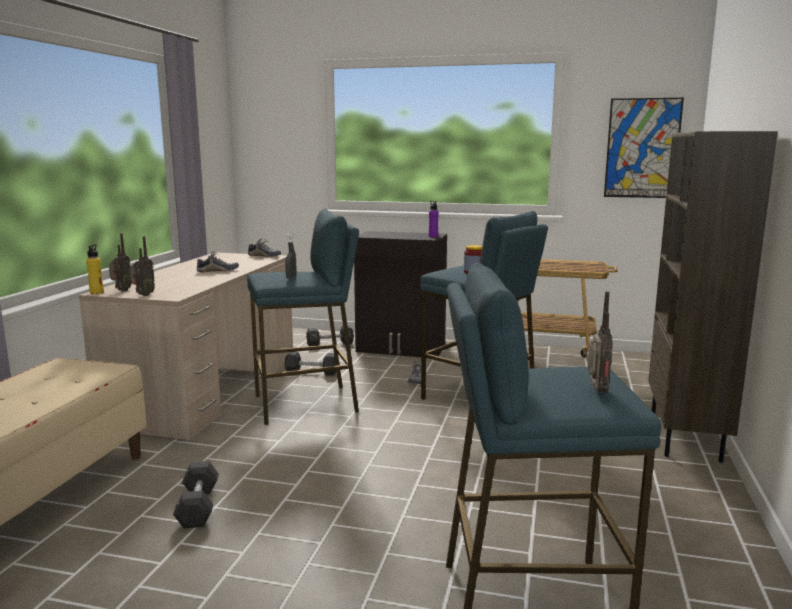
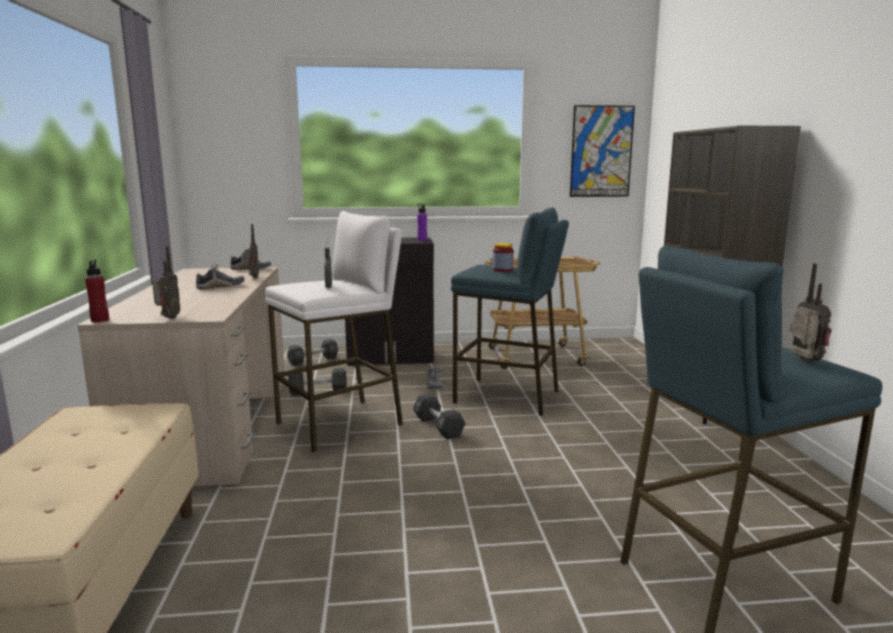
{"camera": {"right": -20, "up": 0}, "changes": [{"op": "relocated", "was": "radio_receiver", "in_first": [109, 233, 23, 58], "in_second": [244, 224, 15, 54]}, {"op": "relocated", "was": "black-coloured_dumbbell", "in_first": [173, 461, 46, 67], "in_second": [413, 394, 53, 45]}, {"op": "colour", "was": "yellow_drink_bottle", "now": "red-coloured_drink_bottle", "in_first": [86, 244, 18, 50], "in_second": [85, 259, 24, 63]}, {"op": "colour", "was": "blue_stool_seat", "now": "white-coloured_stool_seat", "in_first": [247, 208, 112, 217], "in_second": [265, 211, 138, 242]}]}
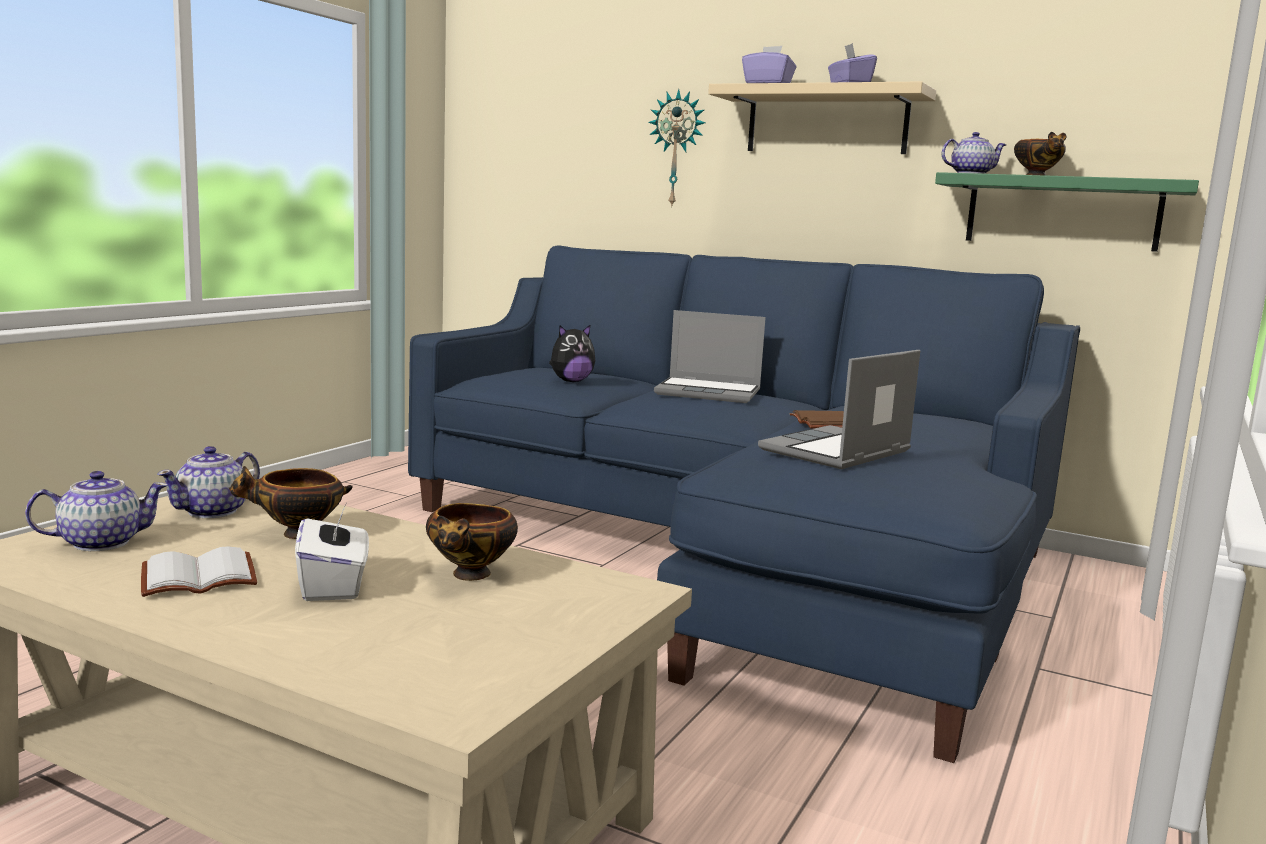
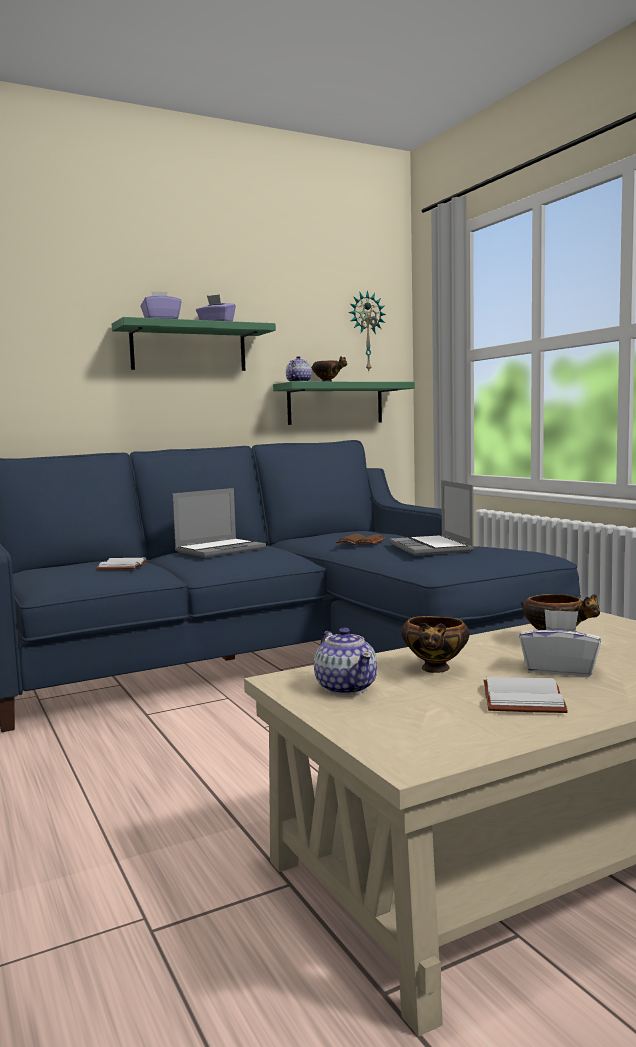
{"camera": {"right": -55, "up": -5}, "changes": [{"op": "missing", "was": "tea_pot", "in_first": [25, 471, 143, 80]}, {"op": "relocated", "was": "wall_clock", "in_first": [648, 89, 57, 119], "in_second": [348, 290, 38, 81]}, {"op": "exchanged", "was": "soft_toy", "now": "white-coloured_volume", "in_first": [549, 324, 46, 58], "in_second": [96, 558, 52, 12]}, {"op": "colour", "was": "sand-coloured_wall_shelf", "now": "green_wall_shelf", "in_first": [708, 81, 228, 73], "in_second": [112, 317, 164, 54]}]}
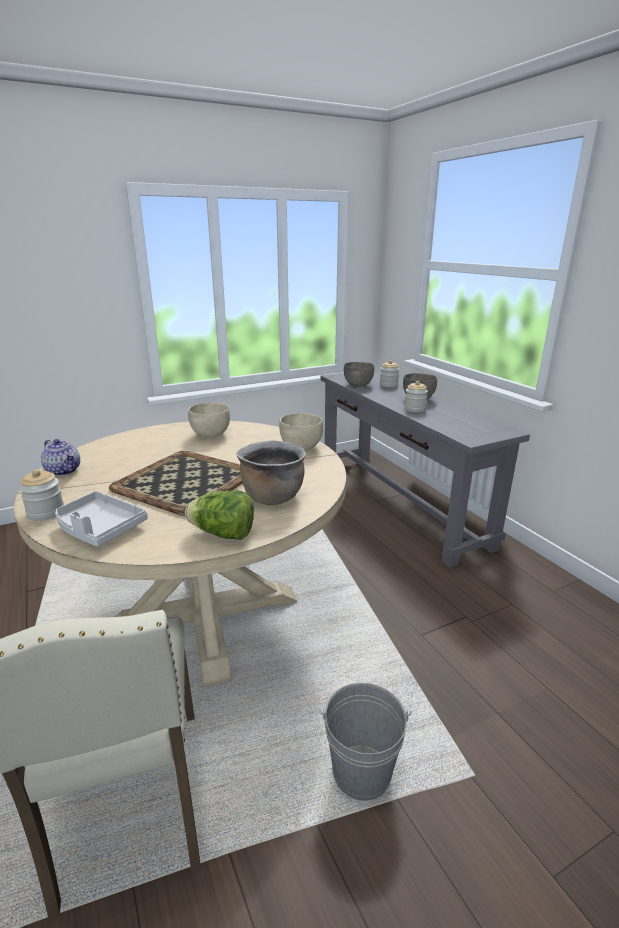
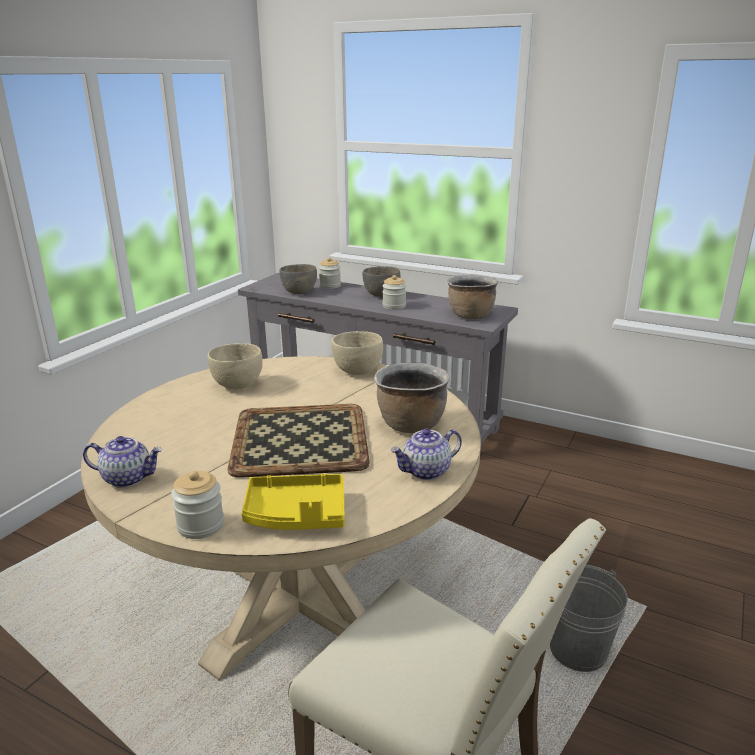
{"camera": {"right": -35, "up": 0}, "changes": [{"op": "appeared", "now": "brown_cooking_pot", "in_second": [447, 275, 51, 44]}, {"op": "exchanged", "was": "lettuce", "now": "tea_pot", "in_first": [185, 490, 69, 50], "in_second": [391, 429, 71, 51]}, {"op": "colour", "was": "gray_tray", "now": "yellow_tray", "in_first": [55, 491, 93, 56], "in_second": [242, 474, 102, 56]}]}
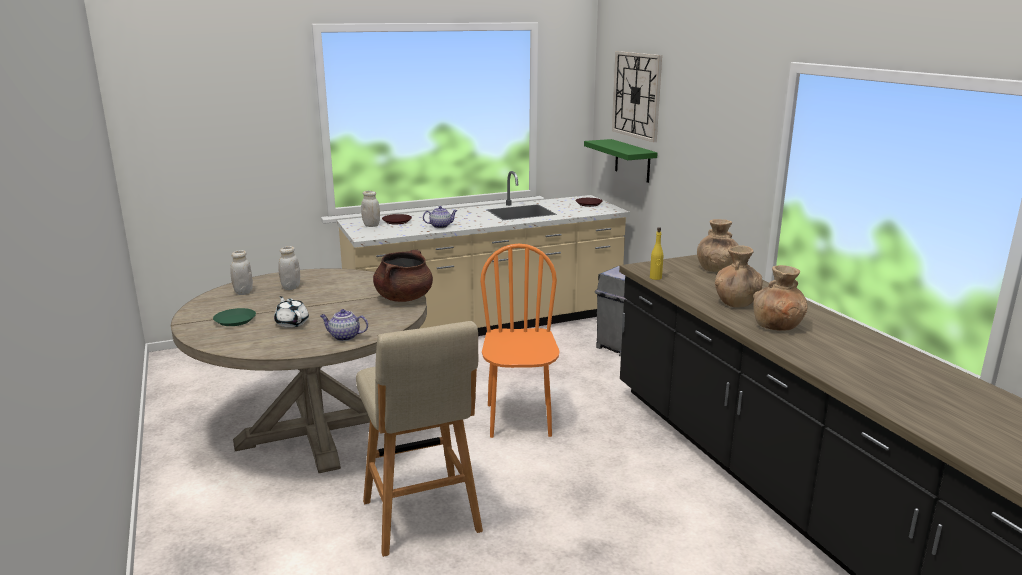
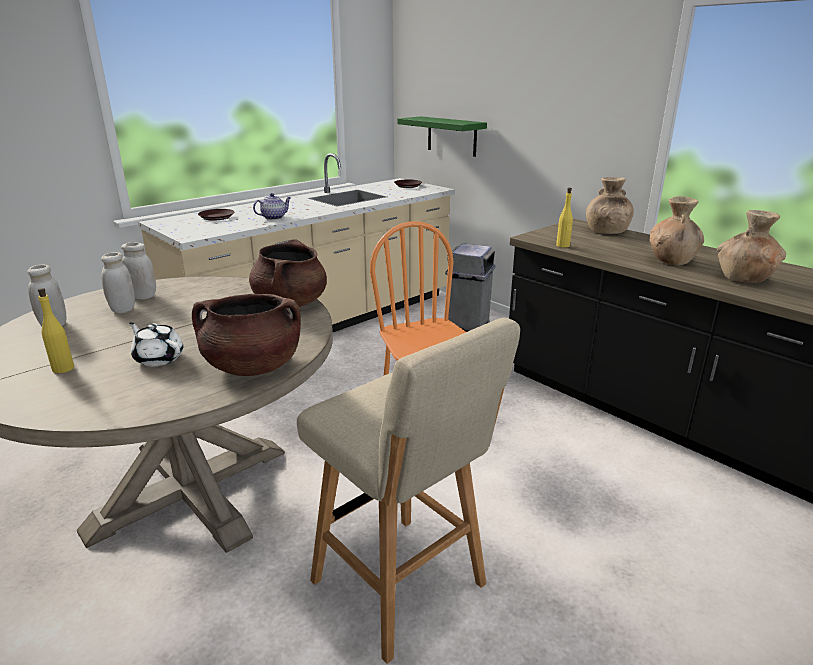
{"camera": {"right": -20, "up": 5}, "changes": [{"op": "missing", "was": "wall_clock", "in_first": [612, 51, 50, 91]}, {"op": "relocated", "was": "white-coloured_jar", "in_first": [361, 191, 19, 36], "in_second": [121, 242, 35, 57]}, {"op": "exchanged", "was": "green_dinner_plate", "now": "yellow_drink_bottle", "in_first": [213, 308, 43, 18], "in_second": [38, 288, 36, 85]}, {"op": "exchanged", "was": "tea_pot", "now": "brown_cooking_pot", "in_first": [320, 309, 48, 32], "in_second": [192, 294, 109, 82]}]}
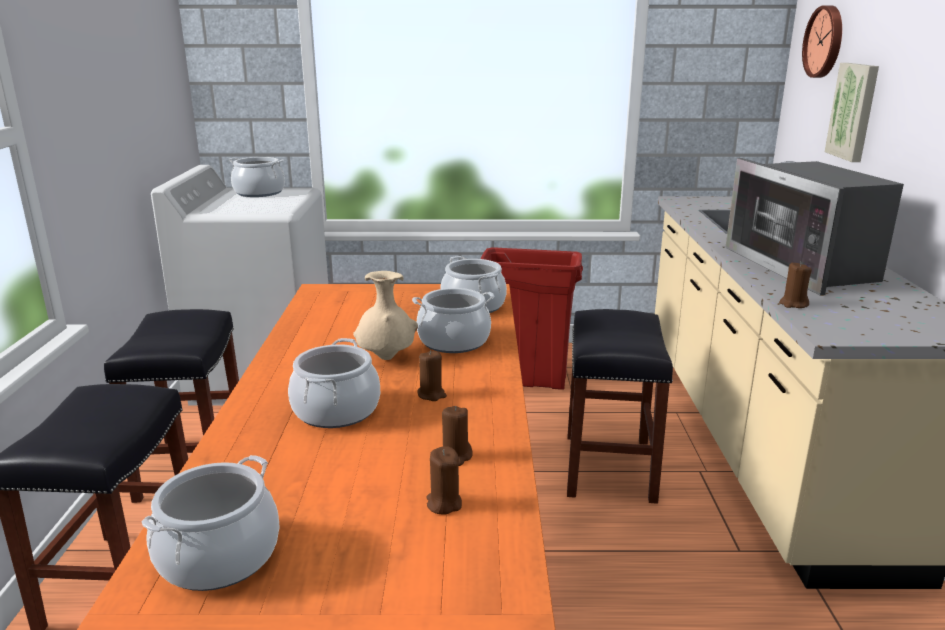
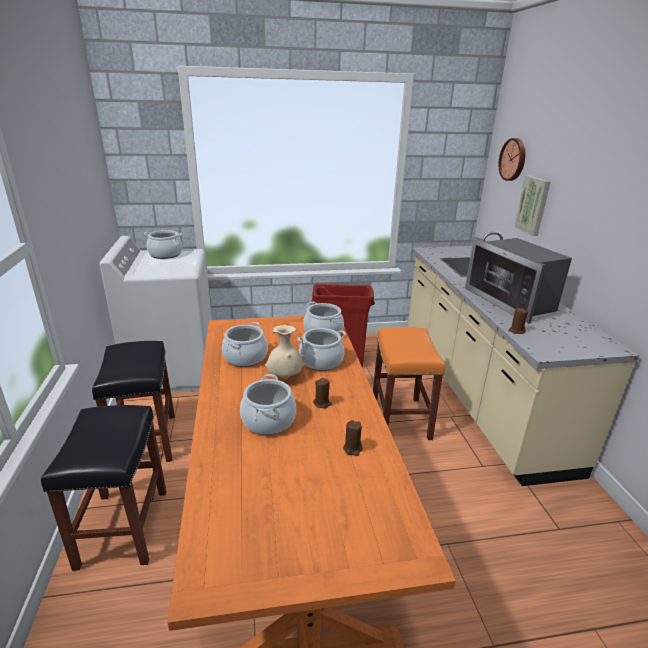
{"camera": {"right": -10, "up": 5}, "changes": [{"op": "missing", "was": "brown_candle", "in_first": [427, 446, 35, 69]}, {"op": "relocated", "was": "cooking_pot", "in_first": [142, 455, 138, 136], "in_second": [222, 322, 46, 45]}, {"op": "colour", "was": "black-coloured_stool_seat", "now": "orange-coloured_stool_seat", "in_first": [567, 309, 106, 195], "in_second": [373, 327, 72, 113]}]}
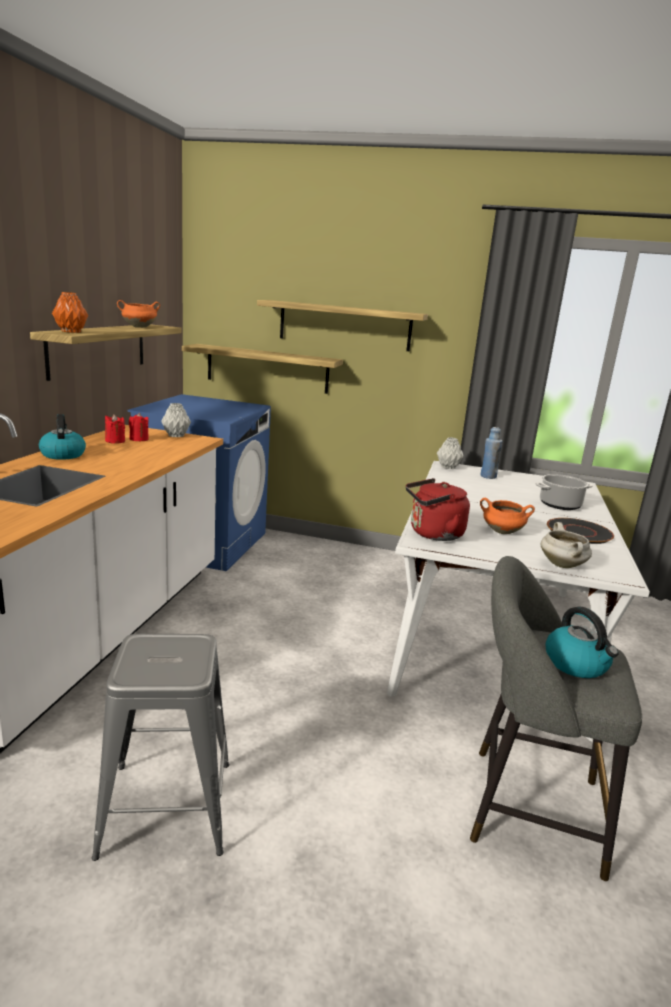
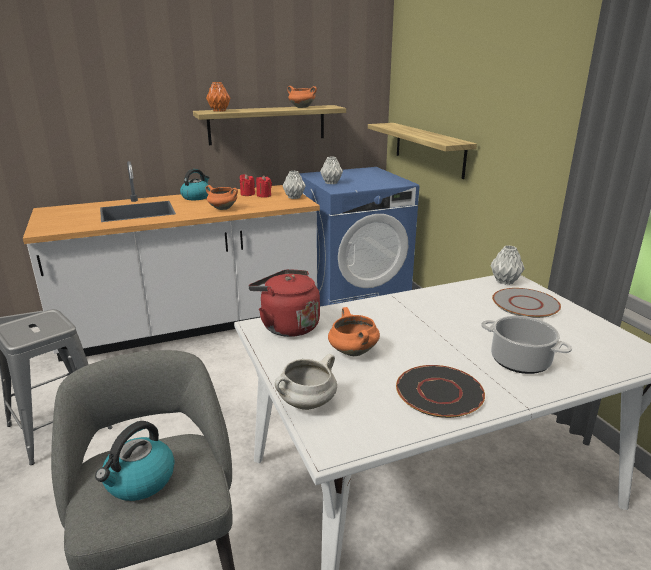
{"camera": {"right": 55, "up": 5}, "changes": [{"op": "missing", "was": "wall_shelf", "in_first": [257, 300, 171, 51]}, {"op": "appeared", "now": "orange-coloured_cooking_pot", "in_second": [206, 185, 32, 25]}, {"op": "appeared", "now": "gray_flower_vase", "in_second": [320, 156, 23, 28]}, {"op": "exchanged", "was": "blue_drink_bottle", "now": "gray_dinner_plate", "in_first": [480, 427, 23, 52], "in_second": [492, 288, 69, 30]}]}
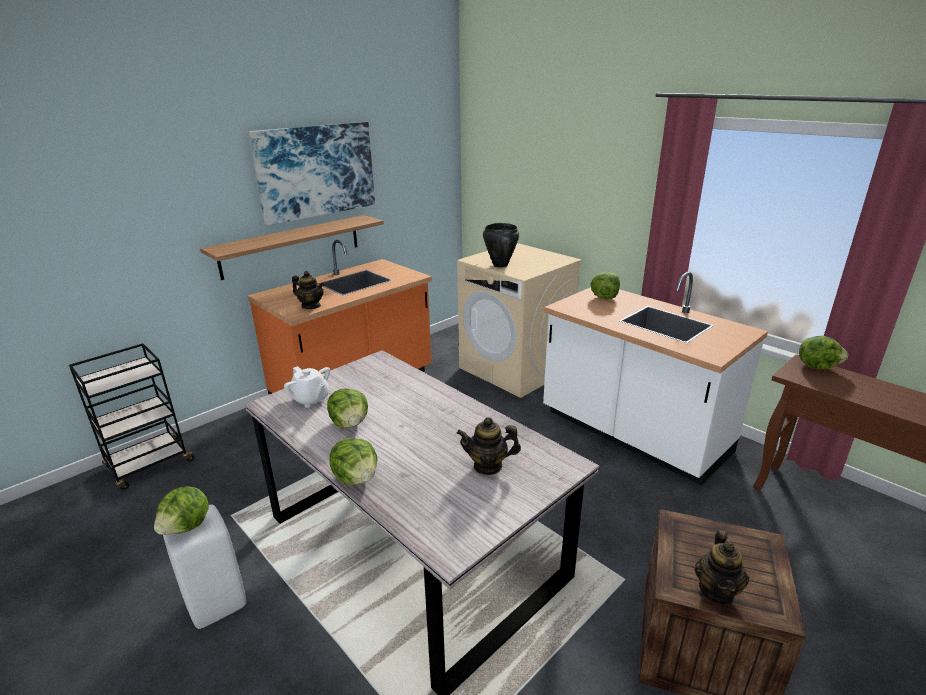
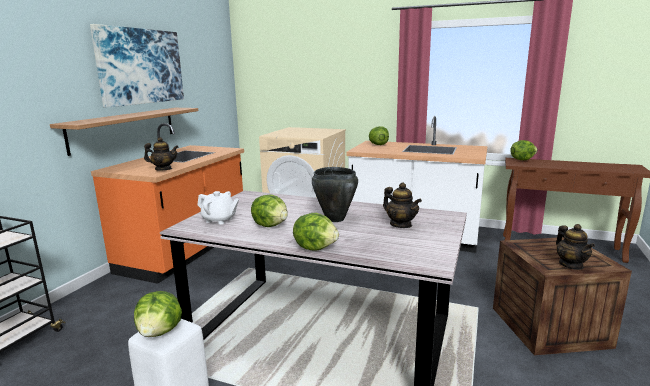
{"camera": {"right": -25, "up": -10}, "changes": [{"op": "relocated", "was": "black-coloured_cooking_pot", "in_first": [483, 223, 36, 45], "in_second": [312, 167, 46, 55]}, {"op": "spun", "was": "tea_pot", "in_first": [457, 417, 64, 58], "in_second": [383, 183, 39, 45], "clockwise": -105}]}
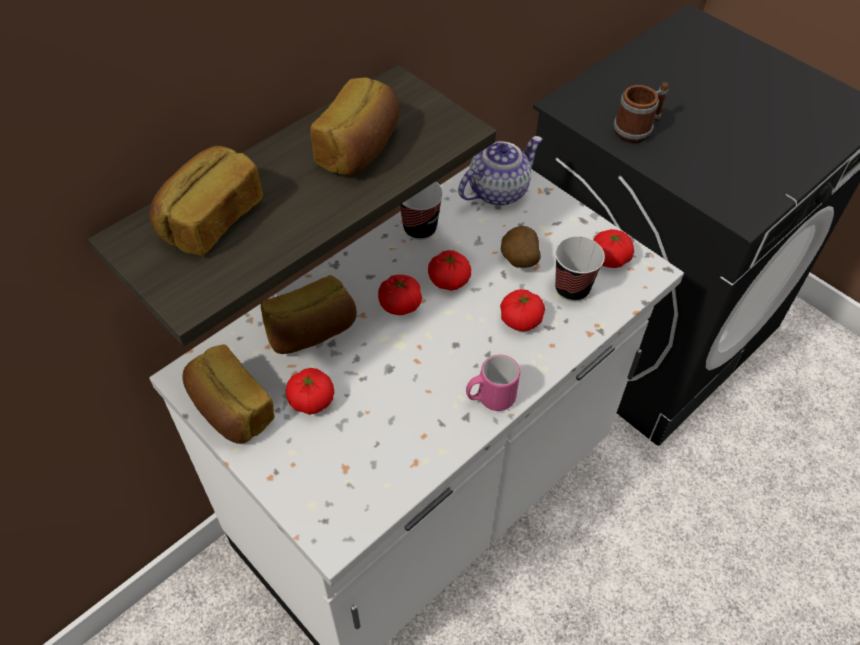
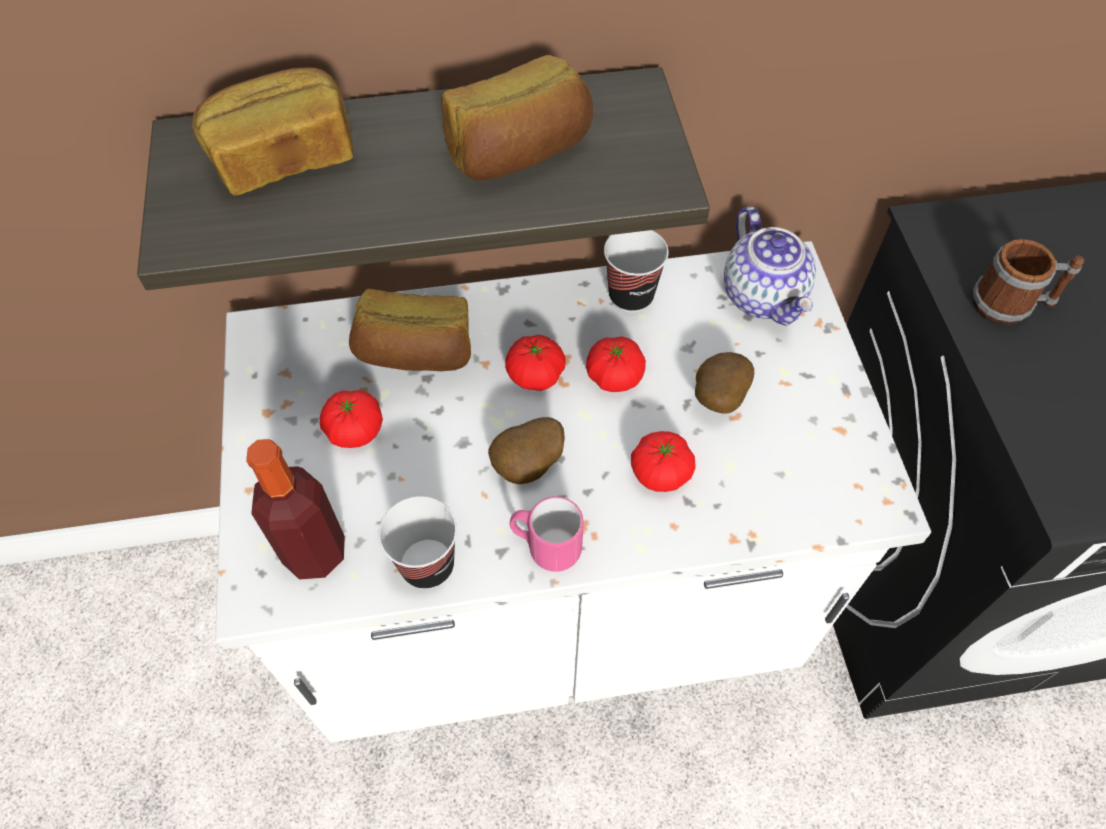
{"camera": {"right": 35, "up": 5}, "changes": [{"op": "missing", "was": "bread", "in_first": [182, 344, 93, 100]}, {"op": "missing", "was": "tomato", "in_first": [593, 229, 41, 39]}, {"op": "appeared", "now": "drink_bottle", "in_second": [246, 439, 99, 141]}, {"op": "appeared", "now": "whole_potato", "in_second": [488, 417, 77, 67]}, {"op": "relocated", "was": "drinking_cup", "in_first": [555, 236, 50, 66], "in_second": [379, 496, 78, 93]}, {"op": "spun", "was": "tea_pot", "in_first": [458, 136, 84, 70], "in_second": [724, 206, 92, 120], "clockwise": 75}]}
